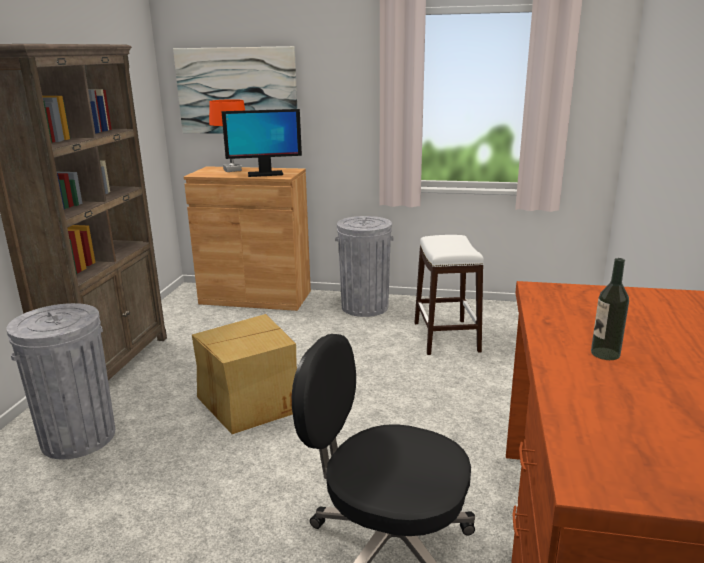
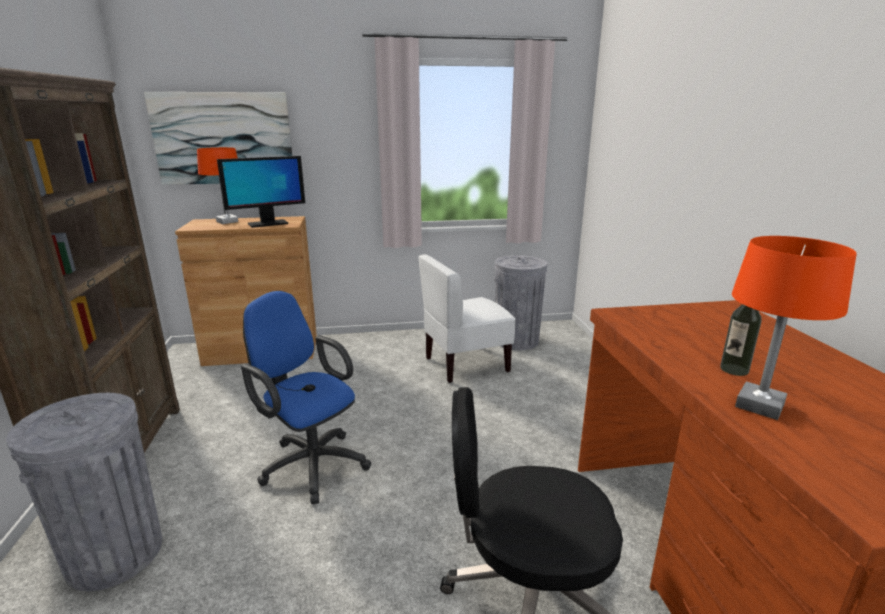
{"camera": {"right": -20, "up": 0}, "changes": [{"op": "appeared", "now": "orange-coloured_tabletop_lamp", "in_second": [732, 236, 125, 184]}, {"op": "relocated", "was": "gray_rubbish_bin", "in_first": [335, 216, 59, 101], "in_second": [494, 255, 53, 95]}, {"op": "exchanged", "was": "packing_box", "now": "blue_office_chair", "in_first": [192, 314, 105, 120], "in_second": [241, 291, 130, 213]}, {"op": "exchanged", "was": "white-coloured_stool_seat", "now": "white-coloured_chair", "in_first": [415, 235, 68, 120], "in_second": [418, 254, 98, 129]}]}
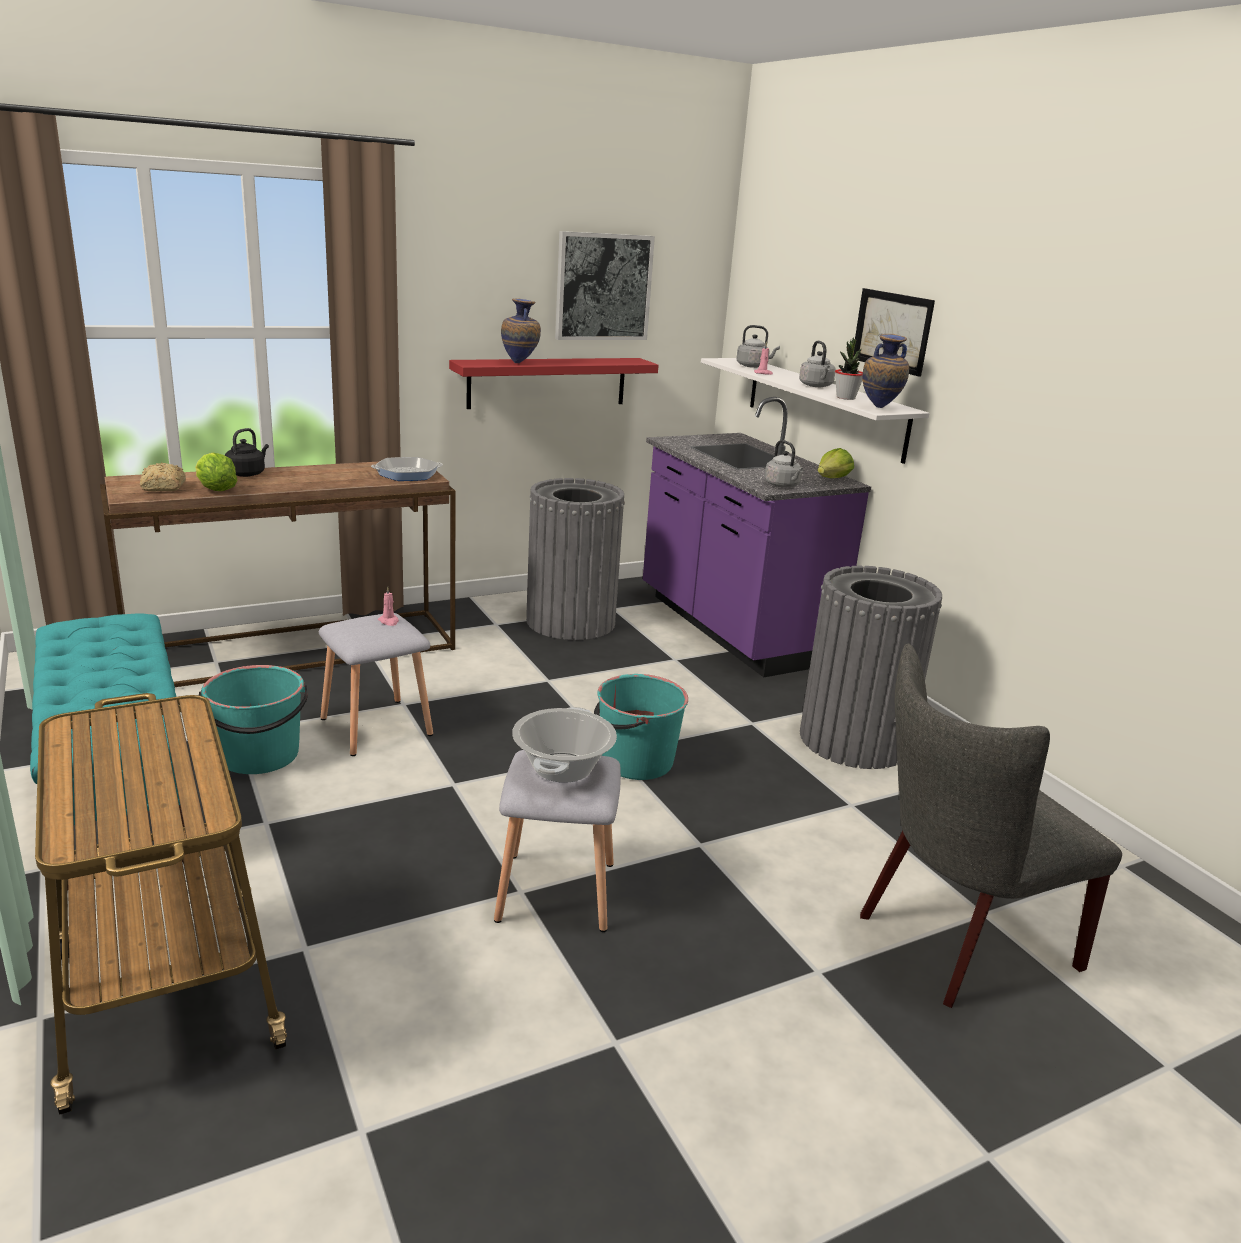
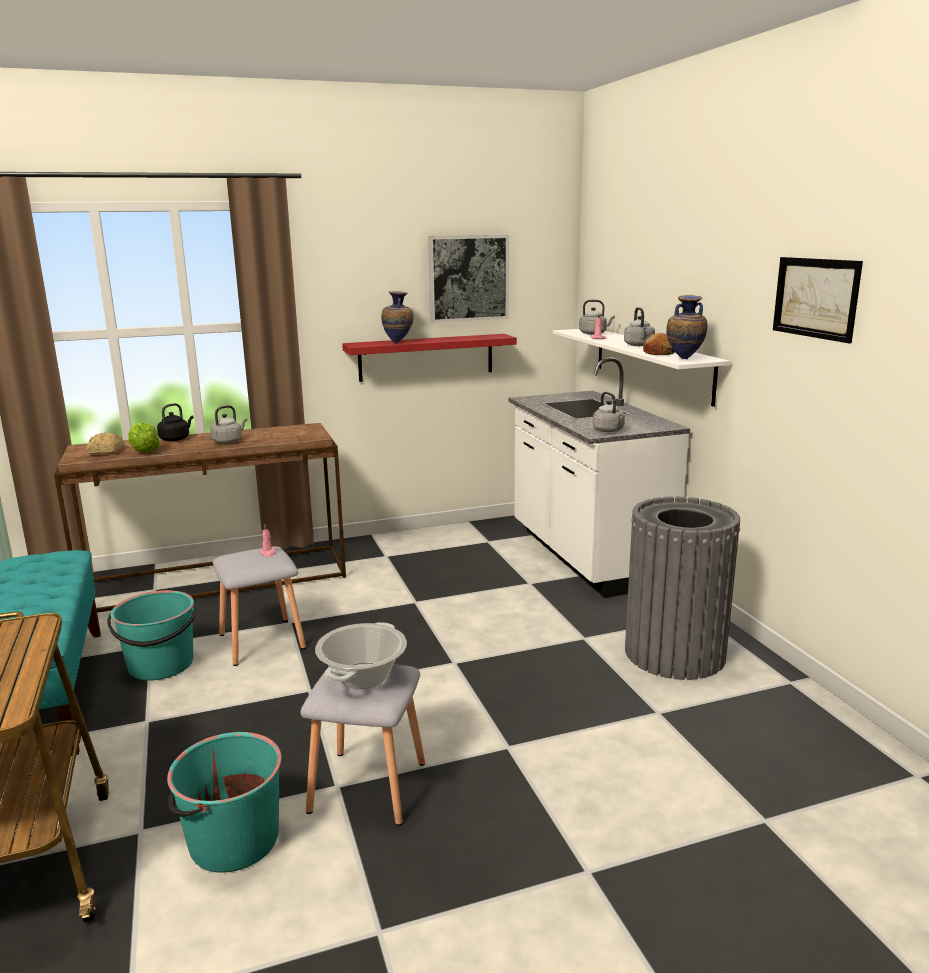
{"camera": {"right": 10, "up": -5}, "changes": [{"op": "missing", "was": "frying_pan", "in_first": [371, 457, 72, 24]}, {"op": "missing", "was": "gray_rubbish_bin", "in_first": [526, 478, 99, 162]}, {"op": "missing", "was": "lettuce", "in_first": [817, 448, 37, 30]}, {"op": "missing", "was": "gray_chair", "in_first": [860, 644, 262, 364]}, {"op": "appeared", "now": "gray_water_kettle", "in_second": [210, 405, 37, 39]}, {"op": "relocated", "was": "turquoise-coloured_bucket", "in_first": [594, 674, 94, 106], "in_second": [167, 732, 115, 141]}, {"op": "relocated", "was": "picture", "in_first": [853, 288, 82, 89], "in_second": [773, 257, 90, 86]}, {"op": "exchanged", "was": "potted_plant", "now": "bread", "in_first": [835, 337, 28, 63], "in_second": [643, 333, 32, 22]}, {"op": "colour", "was": "purple_counter", "now": "white-coloured_counter", "in_first": [643, 397, 228, 280], "in_second": [509, 358, 181, 240]}]}
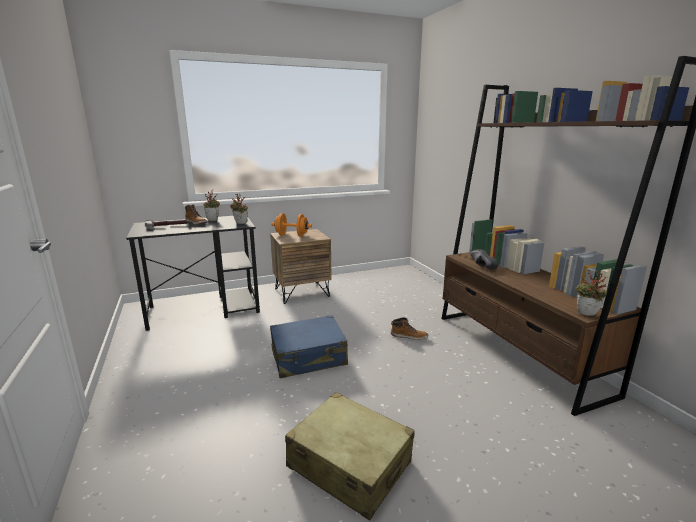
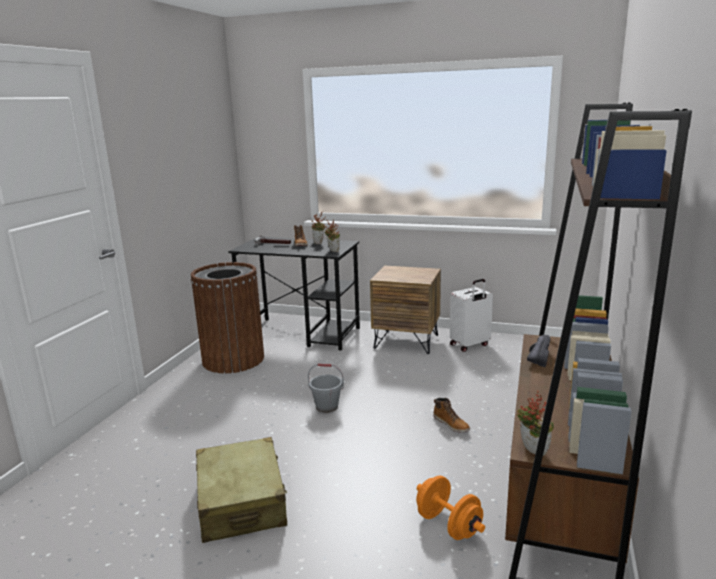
{"camera": {"right": 40, "up": 0}, "changes": [{"op": "appeared", "now": "brown_rubbish_bin", "in_second": [191, 262, 73, 111]}, {"op": "appeared", "now": "white-coloured_piece_of_luggage", "in_second": [450, 279, 43, 73]}, {"op": "relocated", "was": "orange-coloured_dumbbell", "in_first": [271, 213, 41, 24], "in_second": [416, 475, 69, 65]}, {"op": "exchanged", "was": "blue_piece_of_luggage", "now": "gray_bucket", "in_first": [270, 315, 78, 63], "in_second": [308, 363, 36, 50]}]}
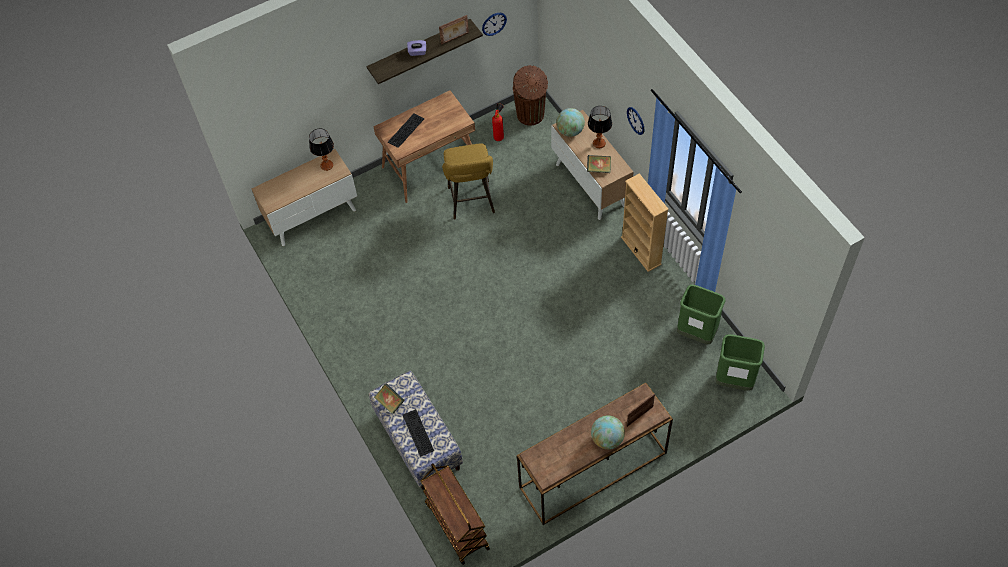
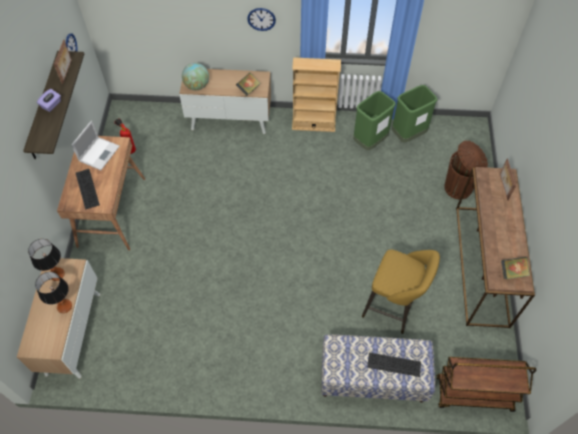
{"camera": {"right": -60, "up": 0}, "changes": [{"op": "missing", "was": "desk_globe", "in_first": [591, 416, 34, 33]}, {"op": "appeared", "now": "laptop", "in_second": [71, 121, 49, 49]}, {"op": "relocated", "was": "volume", "in_first": [374, 384, 30, 30], "in_second": [501, 257, 29, 22]}, {"op": "relocated", "was": "yellow_stool_seat", "in_first": [442, 144, 53, 75], "in_second": [362, 249, 78, 85]}, {"op": "relocated", "was": "brown_rubbish_bin", "in_first": [513, 65, 35, 61], "in_second": [444, 140, 44, 60]}, {"op": "relocated", "was": "tabletop_lamp", "in_first": [588, 106, 24, 42], "in_second": [35, 272, 37, 41]}, {"op": "relocated", "was": "green_rubbish_bin", "in_first": [715, 334, 50, 57], "in_second": [353, 91, 43, 59]}]}
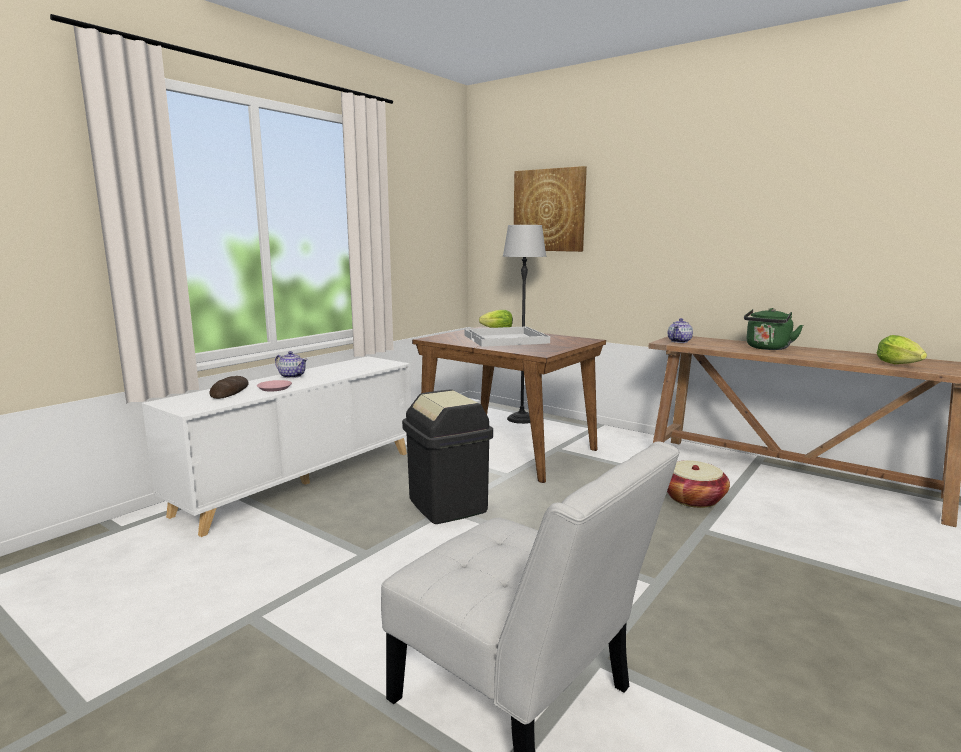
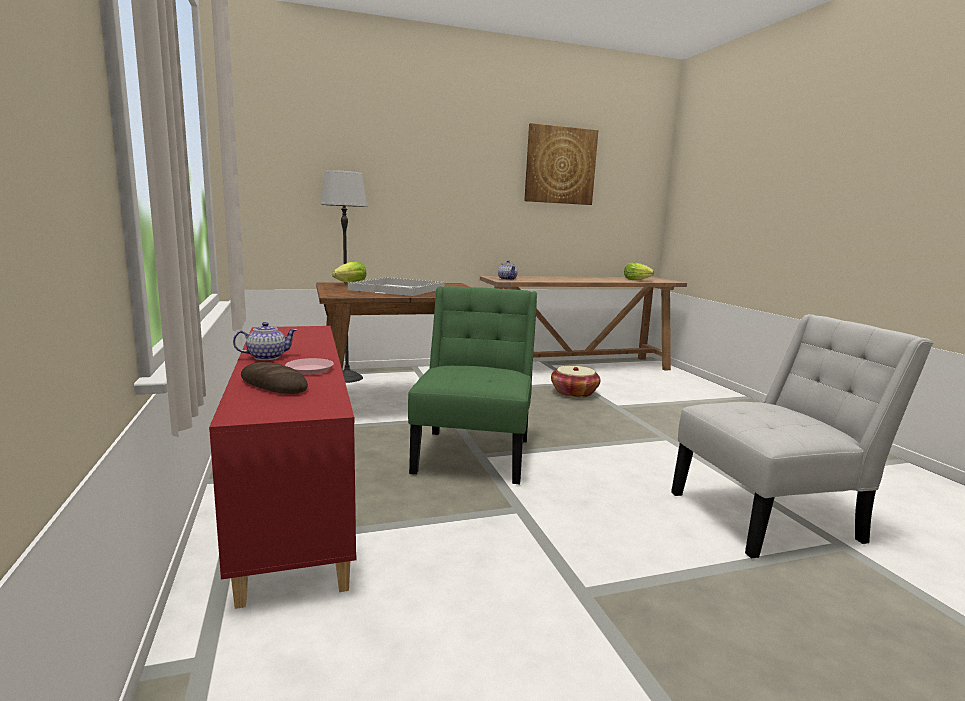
{"camera": {"right": -55, "up": 0}, "changes": [{"op": "missing", "was": "green_water_kettle", "in_first": [744, 308, 59, 42]}, {"op": "relocated", "was": "picture", "in_first": [514, 166, 73, 86], "in_second": [524, 123, 74, 82]}, {"op": "exchanged", "was": "black-coloured_rubbish_bin", "now": "green_chair", "in_first": [402, 389, 91, 135], "in_second": [408, 286, 129, 198]}, {"op": "colour", "was": "white-coloured_storage_cabinet", "now": "red-coloured_storage_cabinet", "in_first": [142, 356, 269, 181], "in_second": [209, 326, 148, 283]}]}
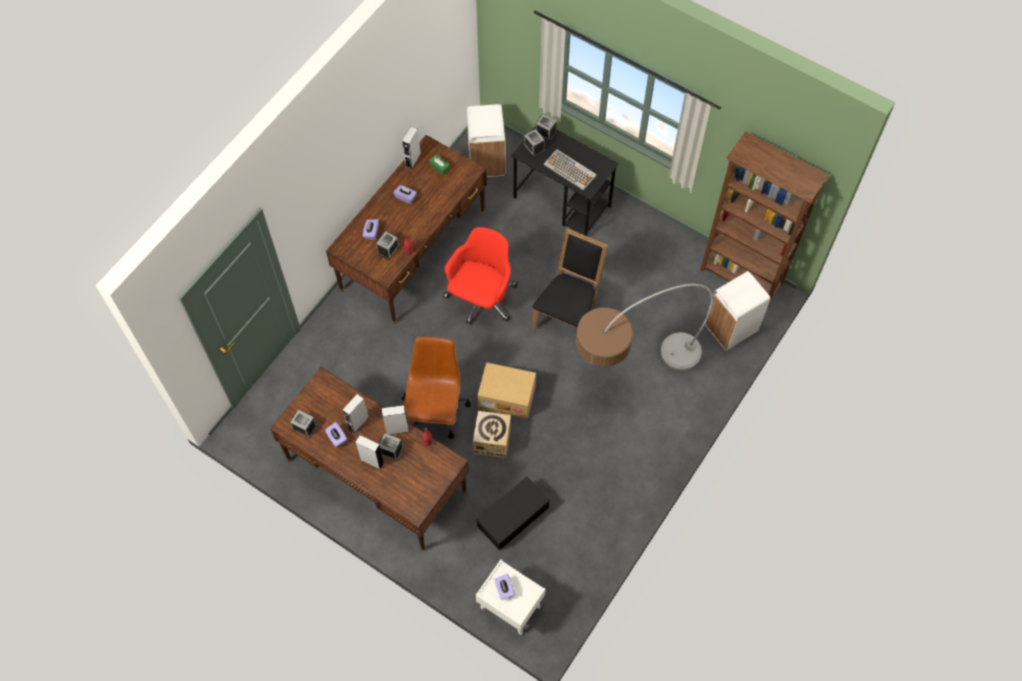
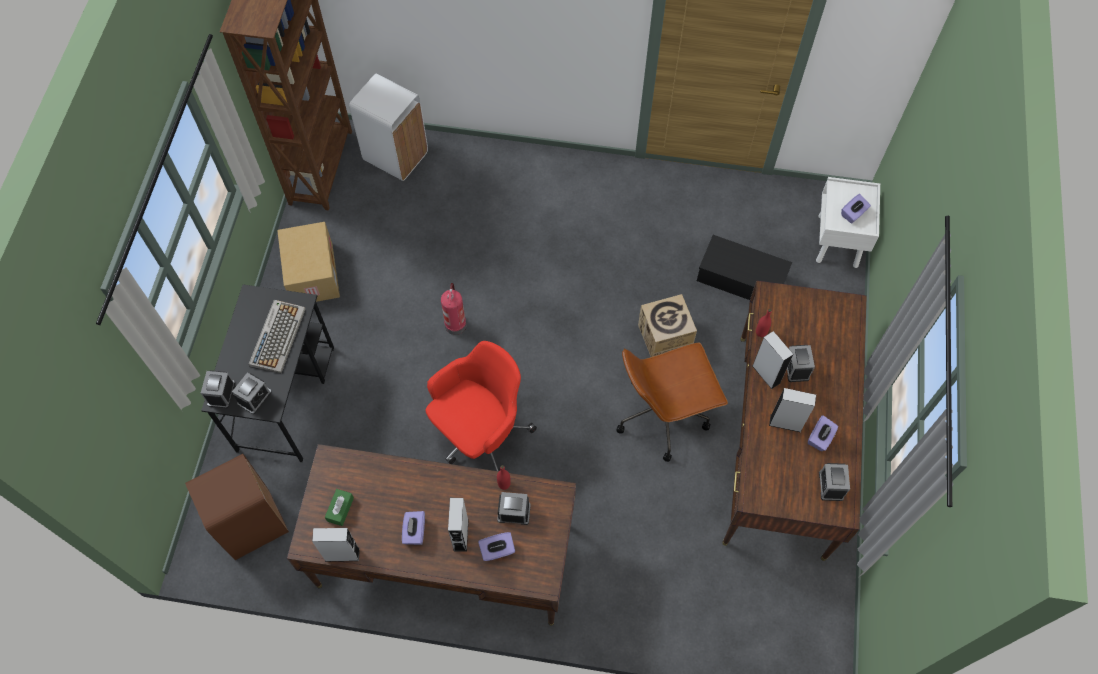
{"camera": {"right": -115, "up": 0}, "changes": [{"op": "missing", "was": "standing_lamp", "in_first": [576, 284, 137, 86]}, {"op": "relocated", "was": "gray_audio_speaker", "in_first": [355, 435, 29, 35], "in_second": [448, 498, 21, 54]}, {"op": "relocated", "was": "packing_box", "in_first": [477, 362, 59, 57], "in_second": [277, 222, 63, 80]}, {"op": "exchanged", "was": "black-coloured_chair", "now": "fire-fighting_cylinder", "in_first": [532, 228, 76, 120], "in_second": [441, 283, 25, 52]}, {"op": "colour", "was": "white-coloured_rubbish_bin", "now": "brown_rubbish_bin", "in_first": [467, 104, 38, 73], "in_second": [185, 454, 104, 106]}, {"op": "spun", "was": "red-coloured_office_chair", "in_first": [443, 227, 75, 97], "in_second": [425, 341, 112, 130], "clockwise": 135}]}
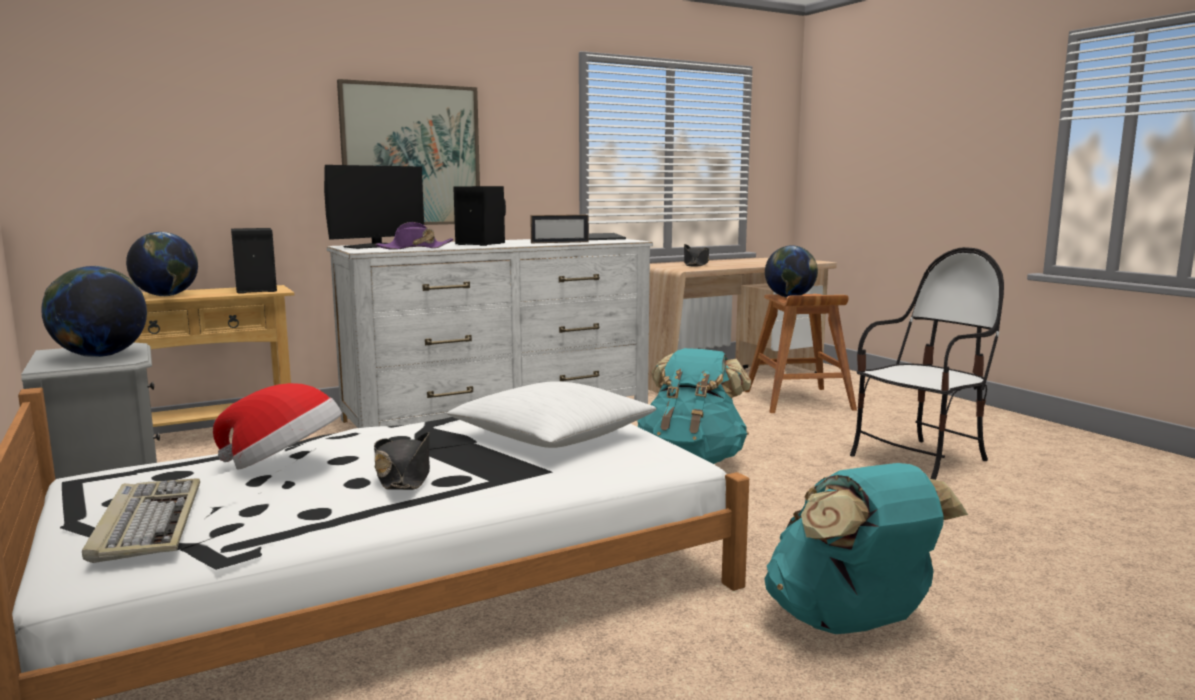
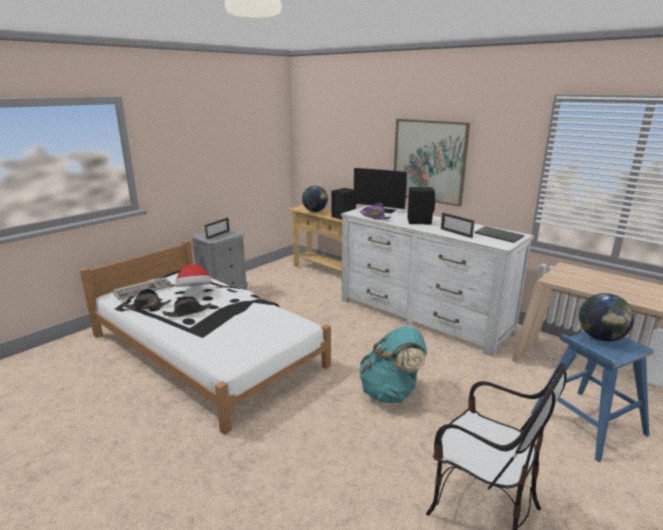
{"camera": {"right": 70, "up": 10}, "changes": [{"op": "missing", "was": "white-coloured_throw_pillow", "in_first": [447, 381, 209, 67]}, {"op": "missing", "was": "turquoise-coloured_rucksack", "in_first": [764, 463, 204, 171]}, {"op": "relocated", "was": "black-coloured_clothing_hat", "in_first": [684, 244, 25, 23], "in_second": [123, 289, 49, 21]}, {"op": "exchanged", "was": "desk_globe", "now": "photo_frame", "in_first": [41, 266, 106, 91], "in_second": [205, 217, 25, 23]}, {"op": "colour", "was": "brown_stool_seat", "now": "blue_stool_seat", "in_first": [745, 294, 112, 119], "in_second": [531, 332, 123, 130]}]}
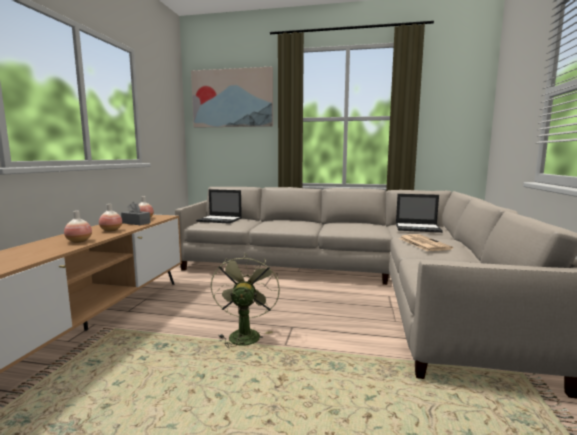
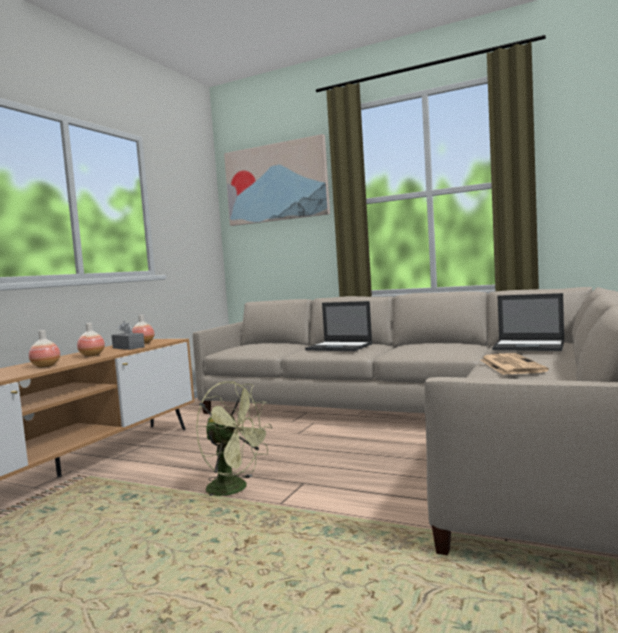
{"camera": {"right": 15, "up": -5}, "changes": [{"op": "relocated", "was": "laptop", "in_first": [196, 189, 46, 35], "in_second": [305, 301, 67, 50]}, {"op": "spun", "was": "green_cooling_fan", "in_first": [211, 255, 69, 93], "in_second": [196, 381, 76, 116], "clockwise": 105}]}
